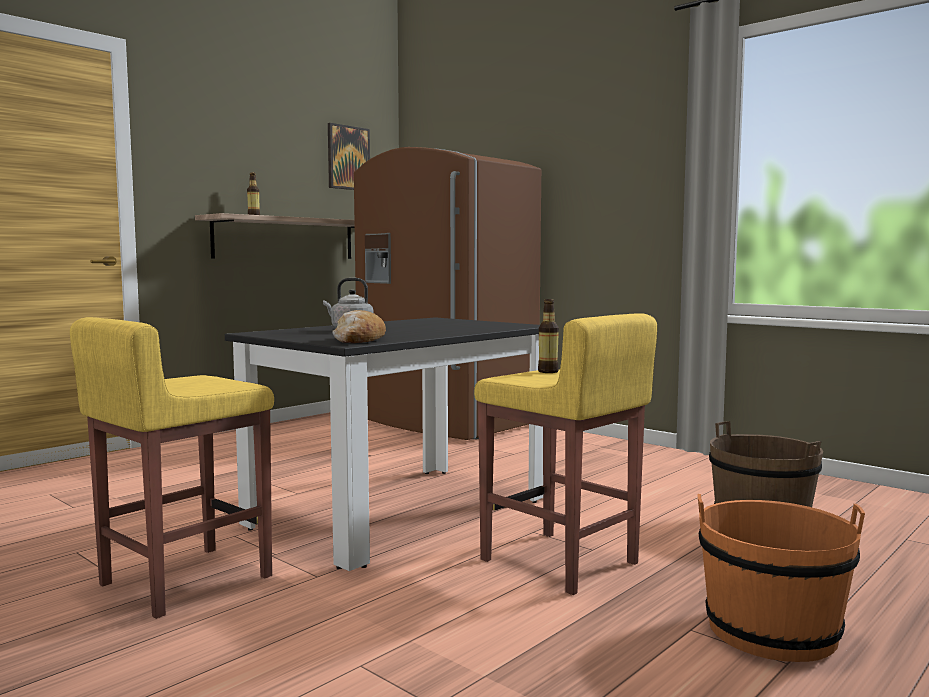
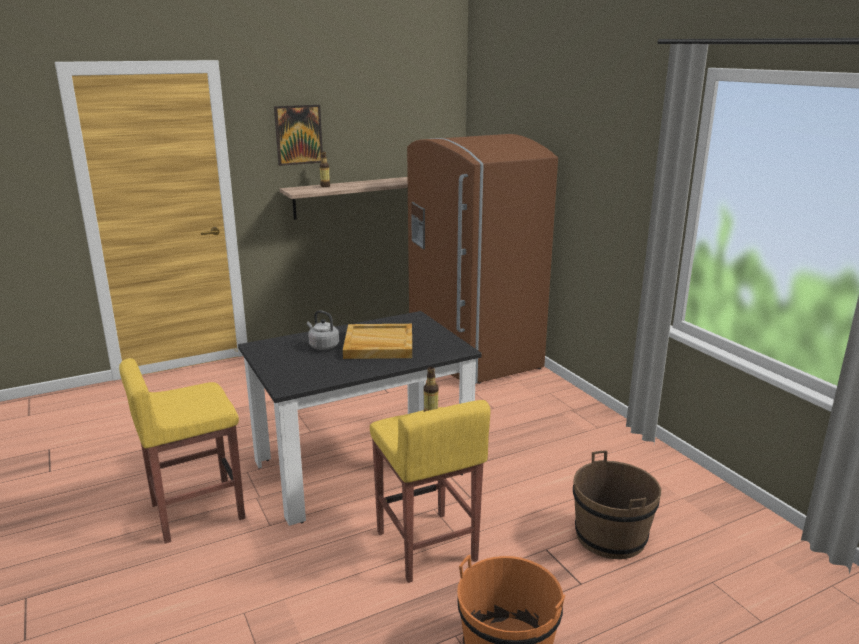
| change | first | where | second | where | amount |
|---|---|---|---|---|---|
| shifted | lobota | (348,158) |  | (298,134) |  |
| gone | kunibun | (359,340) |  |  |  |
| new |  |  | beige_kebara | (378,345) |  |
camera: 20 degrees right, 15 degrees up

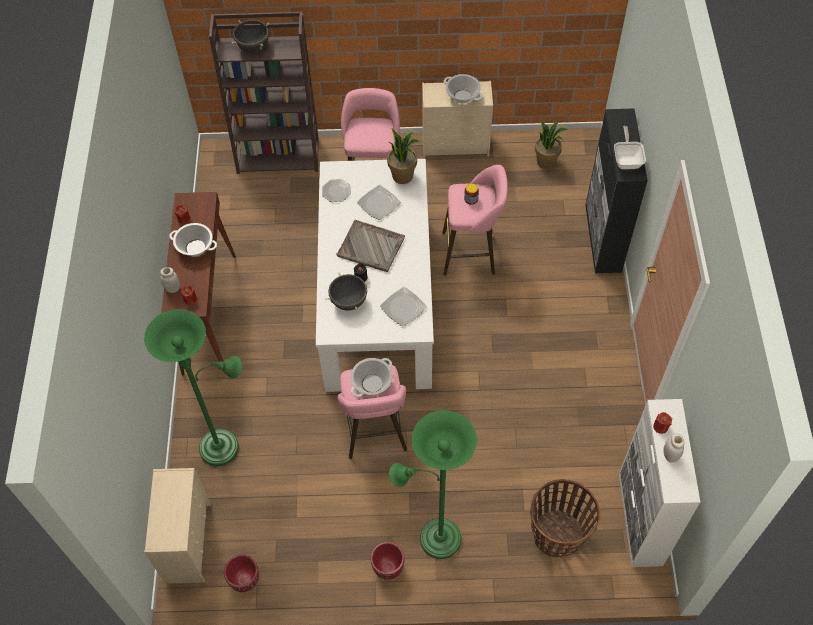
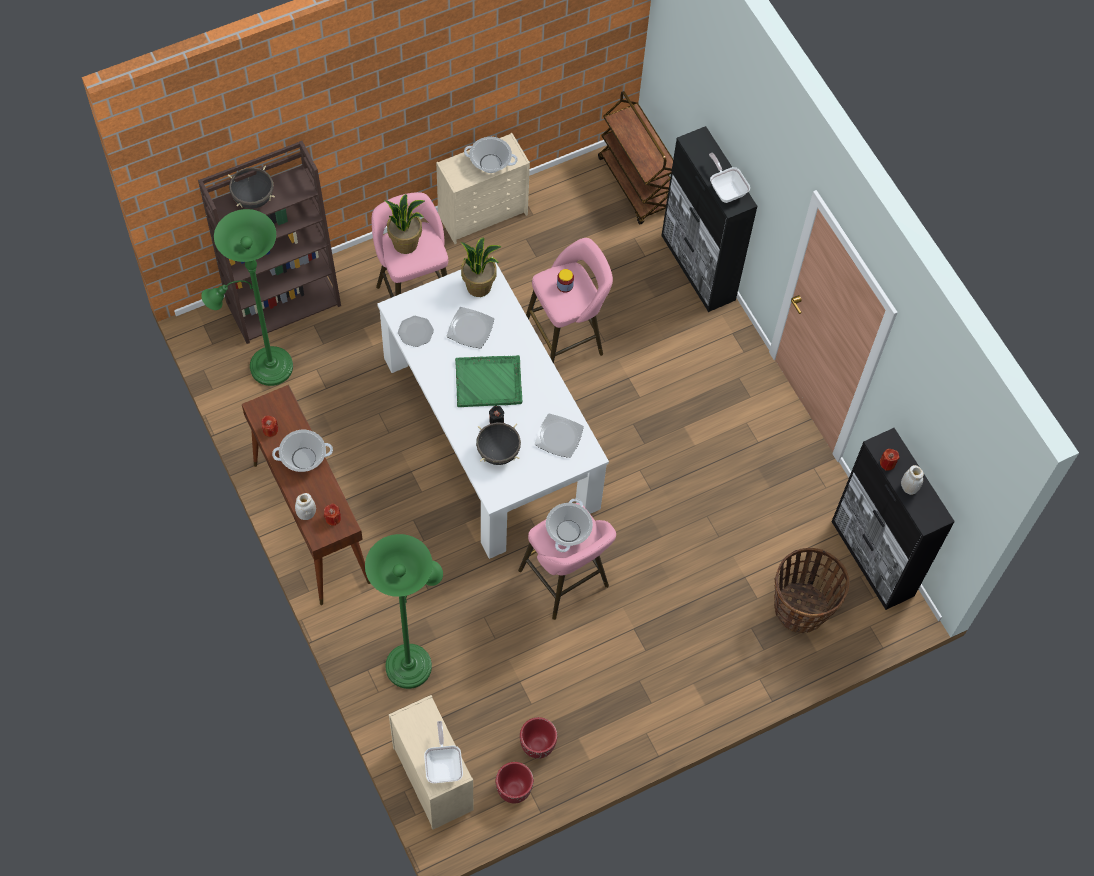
| change | first | where | second | where | amount |
|---|---|---|---|---|---|
| shifted | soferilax | (546,161) |  | (405,243) |  |
| repainted | grey_kebara | (371,247) | green_kebara | (489,382) |  |
| repainted | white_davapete | (640,519) | black_davapete | (872,559) |  |
| shifted | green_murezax | (434,537) |  | (265,368) |  |
| shifted | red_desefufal | (387,568) |  | (537,745) |  |
| new |  |  | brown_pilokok | (636,185) |  |
| new |  |  | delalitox | (443,764) |  |
camera: 30 degrees left, 5 degrees up

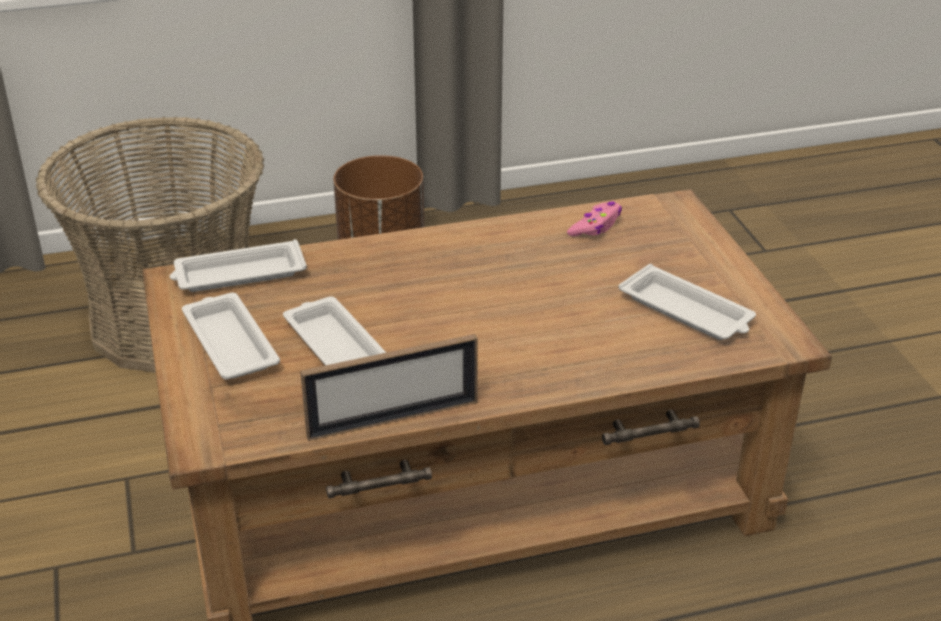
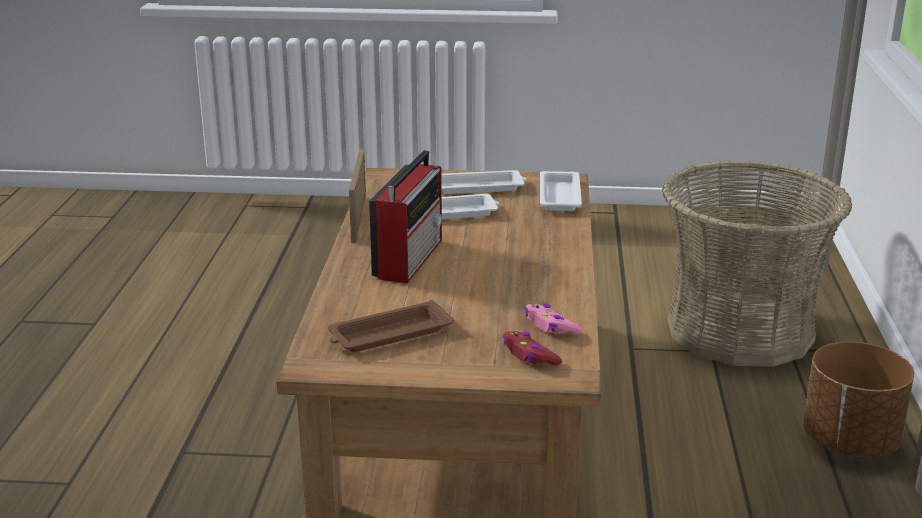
| change | first | where | second | where | amount |
|---|---|---|---|---|---|
| repainted | white_kebara | (687,312) | brown_kebara | (388,334) |  |
| new |  |  | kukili | (410,257) |  |
| new |  |  | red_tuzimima | (529,356) |  |
camera: 110 degrees right, 10 degrees down

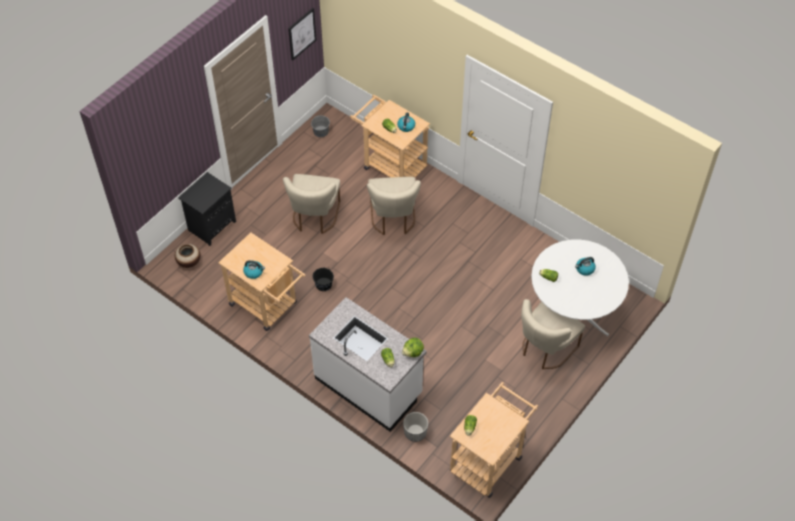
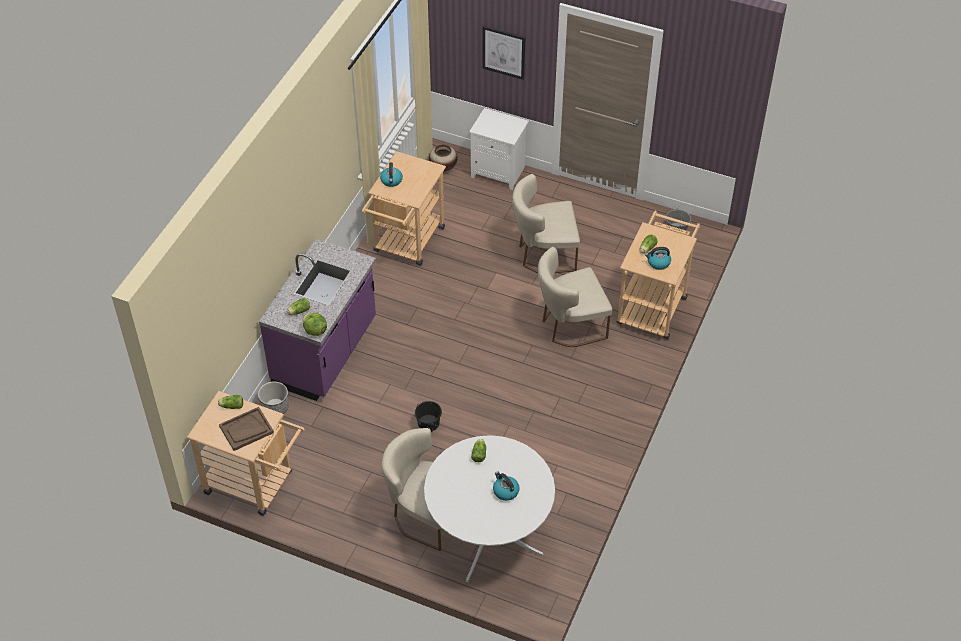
| change | first | where | second | where | amount |
|---|---|---|---|---|---|
| shifted | lobota | (301,33) |  | (504,52) |  |
| repainted | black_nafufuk | (211,225) | white_nafufuk | (499,172) |  |
| shifted | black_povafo | (323,284) |  | (428,423) |  |
| repainted | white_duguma | (369,386) | purple_duguma | (326,353) |  |
| new |  |  | brown_kebara | (246,430) |  |
camera: 75 degrees right, 5 degrees down

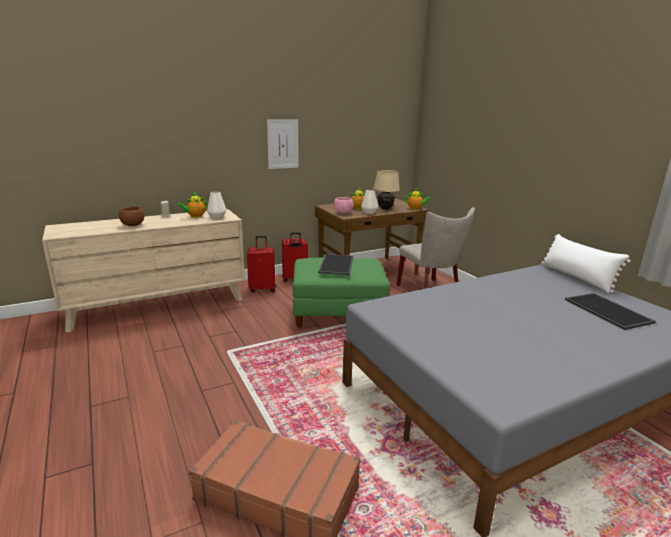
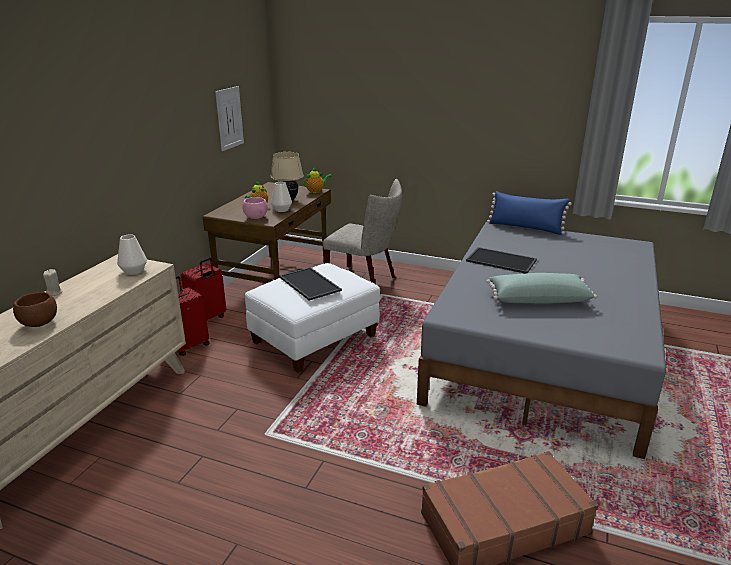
| change | first | where | second | where | amount |
|---|---|---|---|---|---|
| shifted | lobota | (283,144) |  | (229,118) |  |
| gone | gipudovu | (195,216) |  |  |  |
| repainted | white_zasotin | (576,278) | blue_zasotin | (525,227) |  |
| repainted | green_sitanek | (338,313) | white_sitanek | (314,339) |  |
| shifted | kebara | (609,311) |  | (502,260) |  |
| new |  |  | green_zasotin | (538,299) |  |
camera: 40 degrees left, 5 degrees up

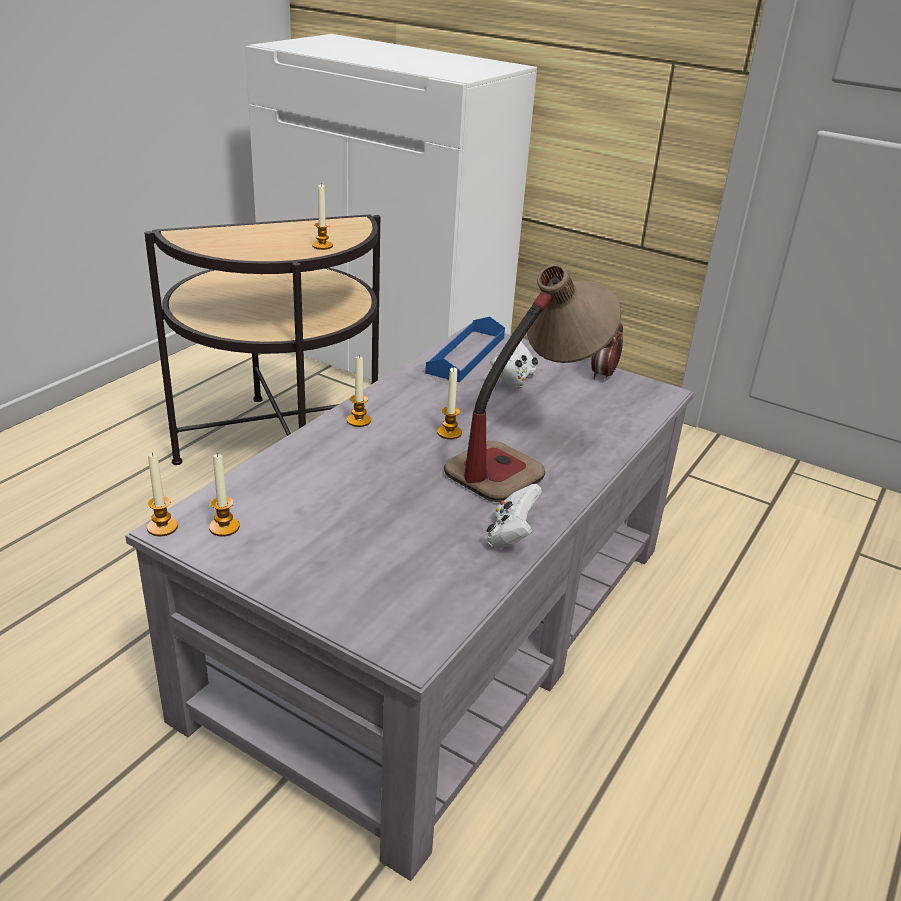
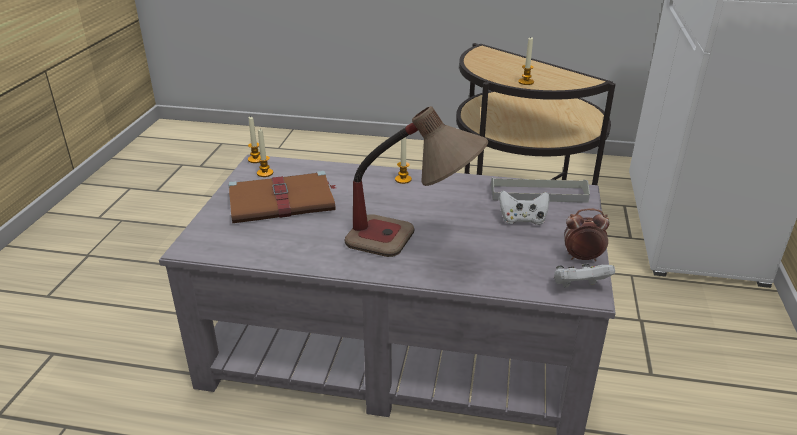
| change | first | where | second | where | amount |
|---|---|---|---|---|---|
| repainted | blue_kebara | (466,355) | grey_kebara | (538,194) |  |
| gone | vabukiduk | (449,433) |  |  |  |
| shifted | white_tuzimima | (511,535) |  | (578,287) |  |
| new |  |  | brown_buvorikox | (283,201) |  |
camera: 70 degrees right, 0 degrees up

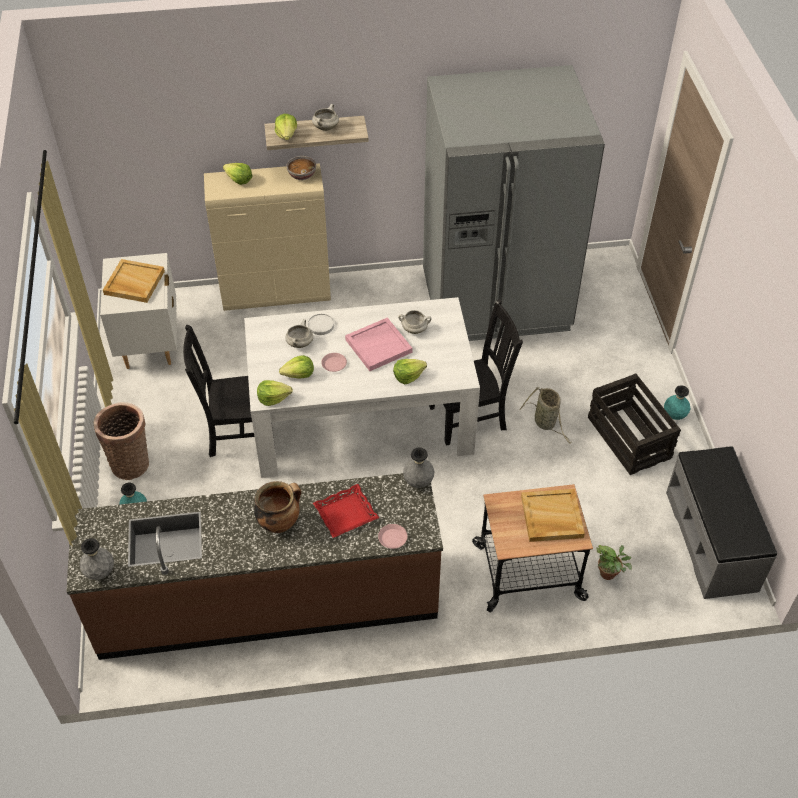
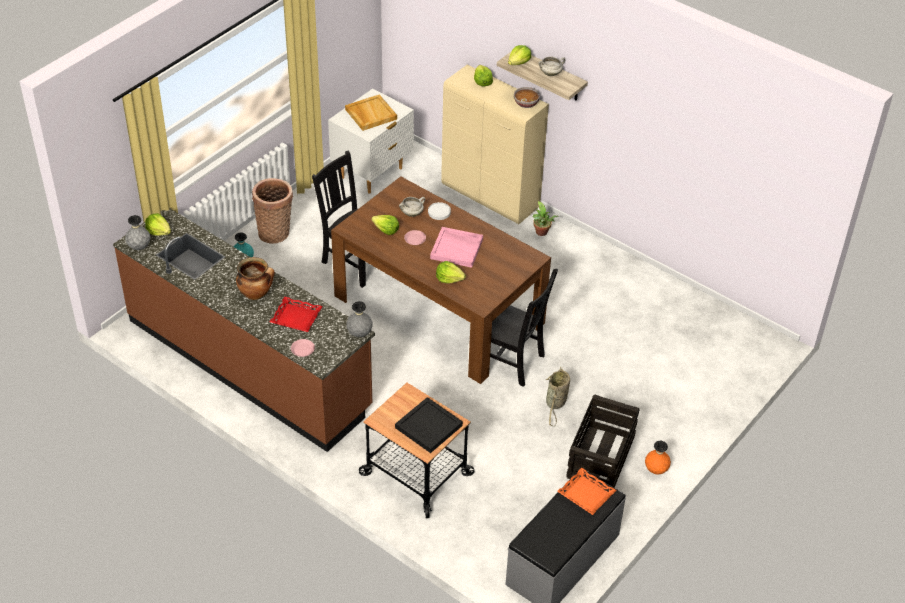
| change | first | where | second | where | amount |
|---|---|---|---|---|---|
| gone | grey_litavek | (495,299) |  |  |  |
| repainted | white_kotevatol | (361,419) | brown_kotevatol | (438,309) |  |
| gone | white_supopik | (415,329) |  |  |  |
| shifted | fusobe | (273,398) |  | (159,231) |  |
| repainted | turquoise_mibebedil | (674,415) | orange_mibebedil | (656,470) |  |
| repainted | beige_kebara | (551,517) | black_kebara | (428,426) |  |
| shifted | soferilax | (609,574) |  | (542,233) |  |
| new |  |  | orange_kebara | (586,494) |  |
camera: 45 degrees right, 5 degrees down

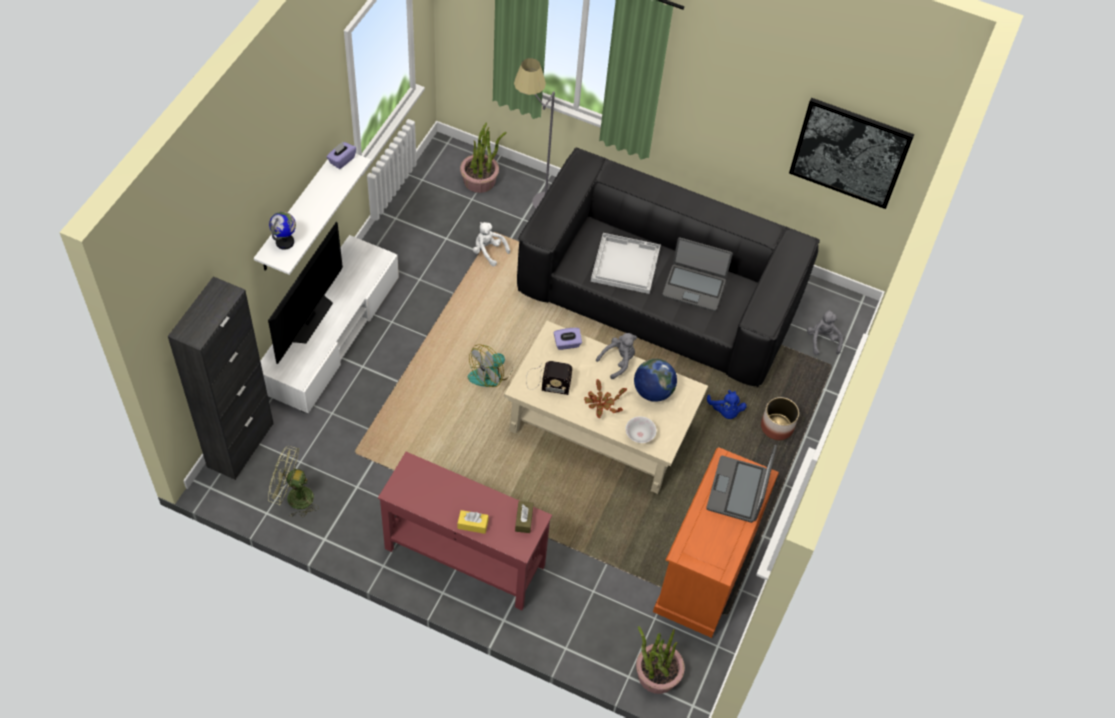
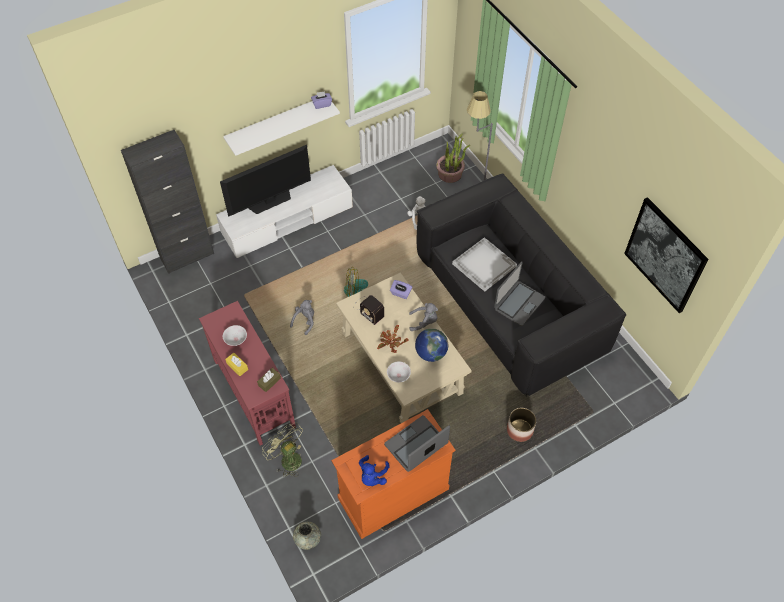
| change | first | where | second | where | amount |
|---|---|---|---|---|---|
| gone | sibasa | (285,242) |  |  |  |
| rotated | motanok | (694,287) |  | (518,303) | 105 degrees counterclockwise |
| shifted | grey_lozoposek | (822,341) |  | (305,321) |  |
| shifted | blue_lozoposek | (725,411) |  | (372,476) |  |
| shifted | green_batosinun | (293,497) |  | (287,458) |  |
| swapped | soferilax | (657,674) | grey_mibebedil | (307,538) |  |
| new |  |  | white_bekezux | (236,340) |  |
camera: 40 degrees right, 0 degrees up

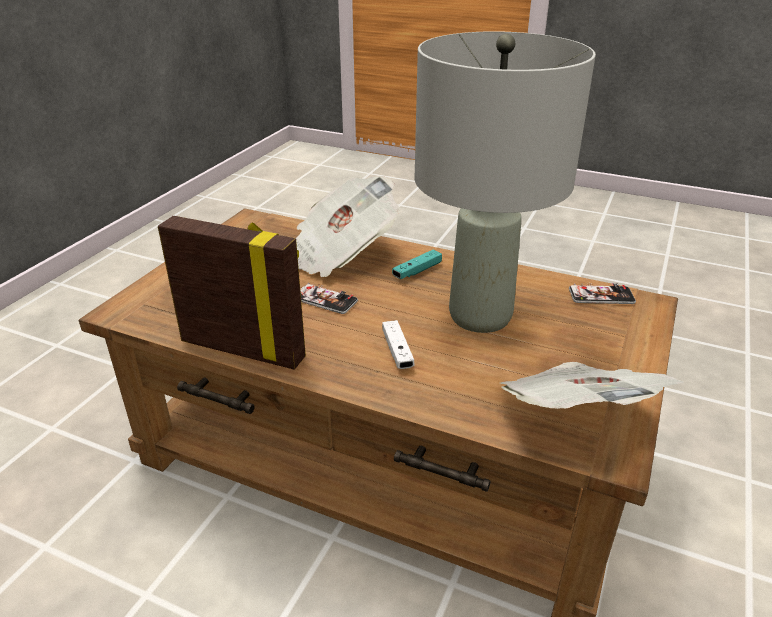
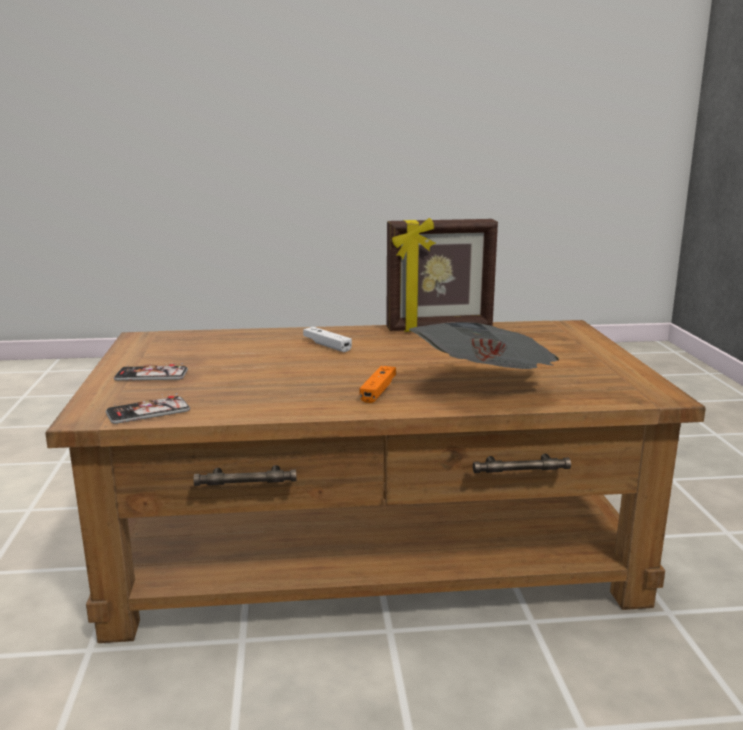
| change | first | where | second | where | amount |
|---|---|---|---|---|---|
| gone | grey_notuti | (479,316) |  |  |  |
| repainted | turquoise_tuzimima | (417,271) | orange_tuzimima | (378,391) |  |
| shifted | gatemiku | (325,300) |  | (151,375) |  |
| gone | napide | (576,416) |  |  |  |
camera: 150 degrees right, 15 degrees down

